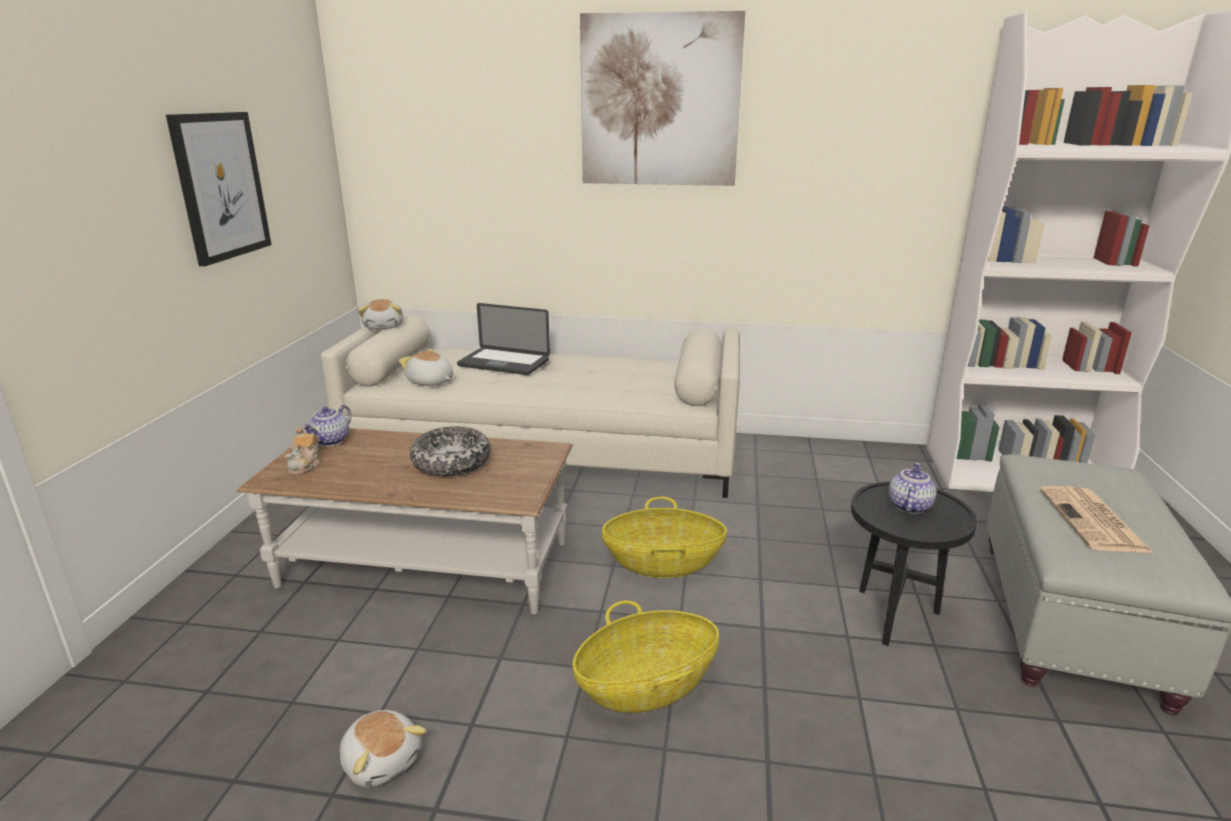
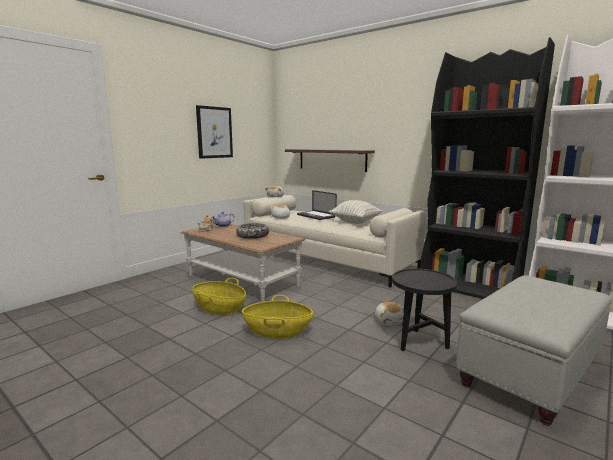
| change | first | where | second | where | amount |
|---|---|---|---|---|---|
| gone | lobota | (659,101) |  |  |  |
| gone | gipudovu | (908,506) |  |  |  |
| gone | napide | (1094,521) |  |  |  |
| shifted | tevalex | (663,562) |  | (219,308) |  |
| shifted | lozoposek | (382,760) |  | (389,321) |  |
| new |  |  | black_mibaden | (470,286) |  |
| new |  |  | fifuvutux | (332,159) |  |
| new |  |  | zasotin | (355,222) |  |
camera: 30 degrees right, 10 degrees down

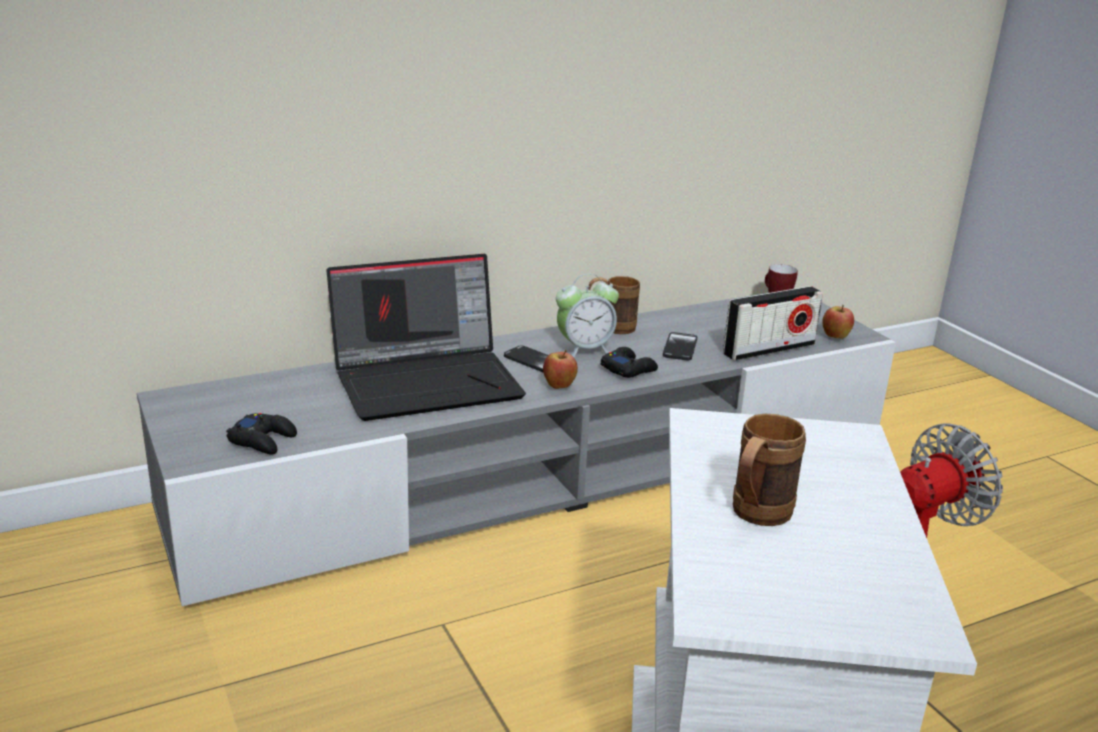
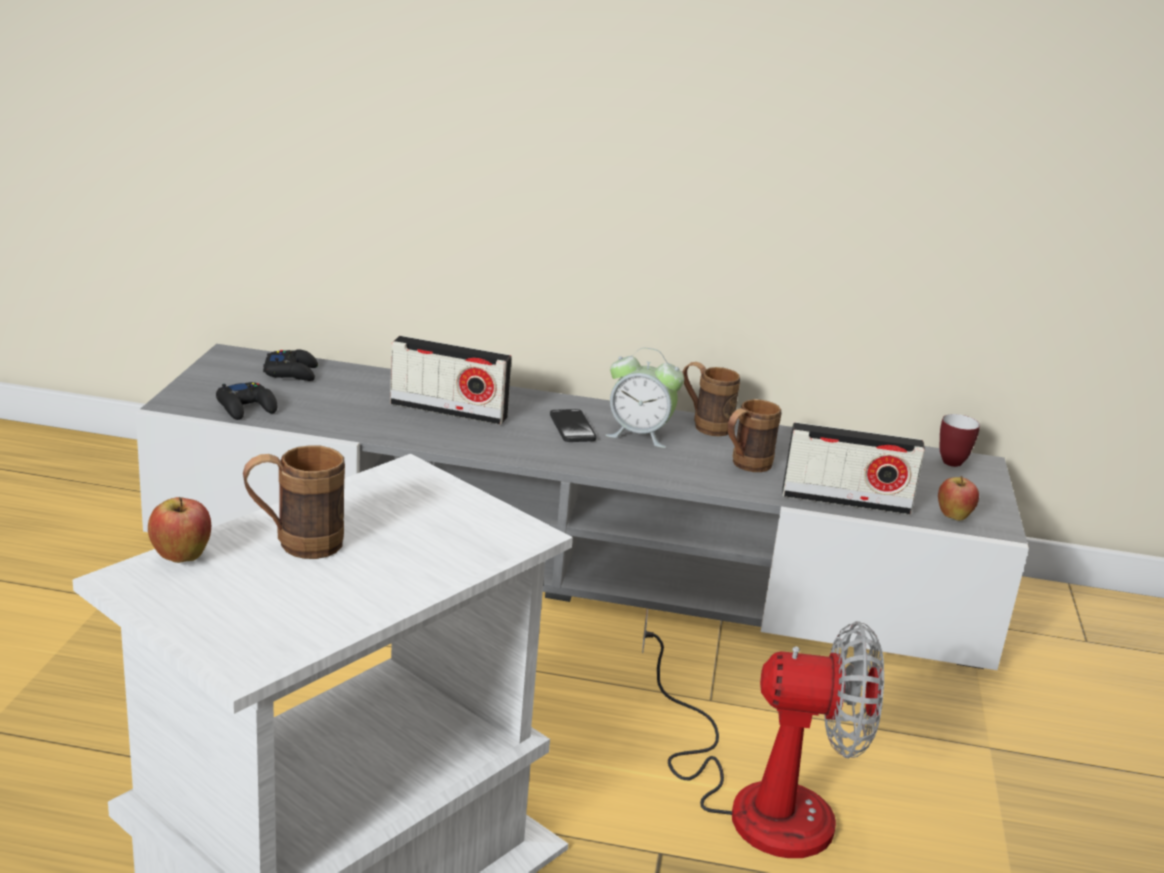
| change | first | where | second | where | amount |
|---|---|---|---|---|---|
| swapped | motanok | (428,381) | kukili | (448,411) |  |
| swapped | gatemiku | (680,348) | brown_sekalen | (744,466) |  |
| shifted | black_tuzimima | (628,369) |  | (291,372) |  |
| shifted | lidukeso | (559,387) |  | (181,559) |  |
camera: 35 degrees right, 0 degrees up

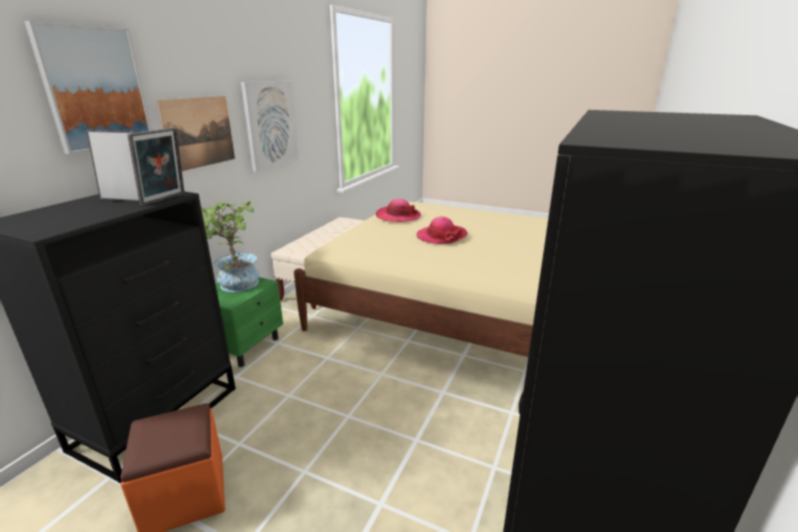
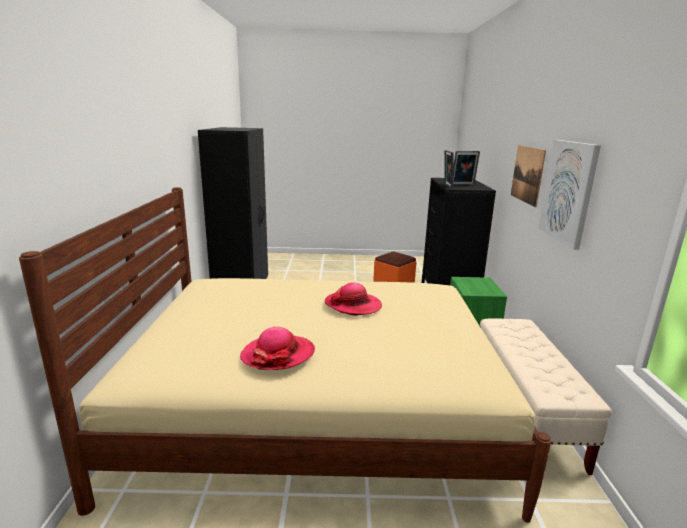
| change | first | where | second | where | amount |
|---|---|---|---|---|---|
| gone | lobota | (95,89) |  |  |  |
| shifted | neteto | (398,216) |  | (278,355) |  |
| gone | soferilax | (236,286) |  |  |  |
camera: 155 degrees right, 5 degrees down

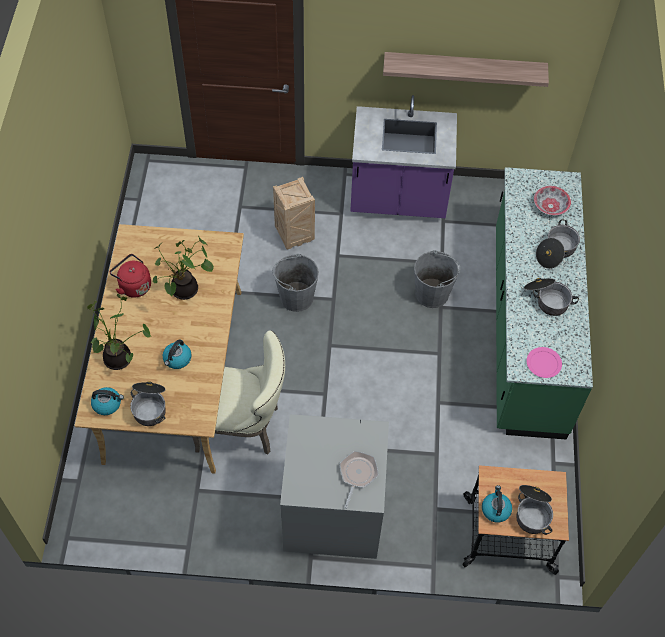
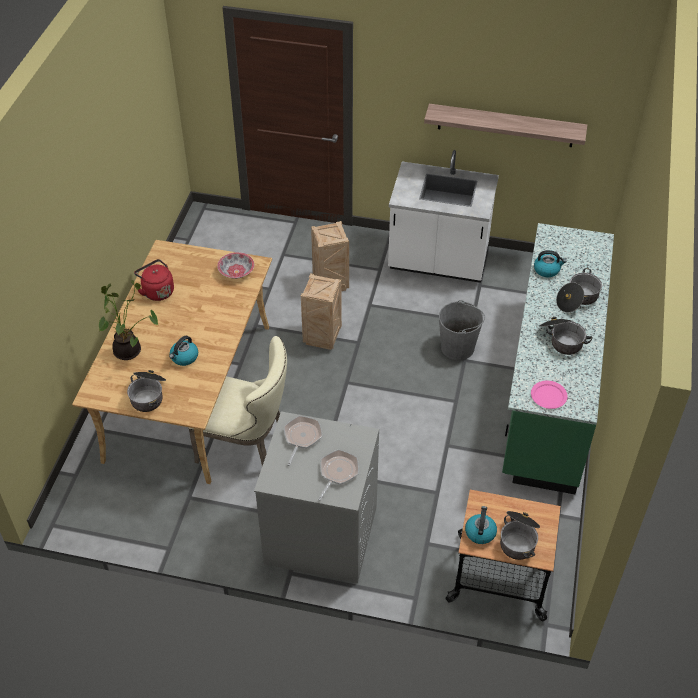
| change | first | where | second | where | amount |
|---|---|---|---|---|---|
| repainted | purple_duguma | (398,200) | white_duguma | (438,263) |  |
| shifted | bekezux | (550,206) |  | (236,271) |  |
| gone | soferilax | (185,292) |  |  |  |
| swapped | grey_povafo | (296,297) | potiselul | (322,337) |  |
| shifted | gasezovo | (107,404) |  | (547,270) |  |
| new |  |  | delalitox | (301,438) |  |
camera: 10 degrees right, 10 degrees down

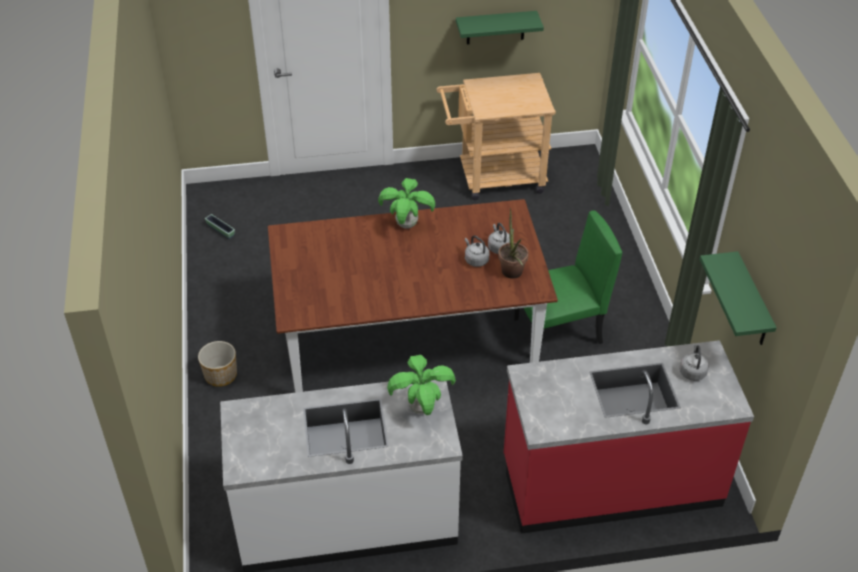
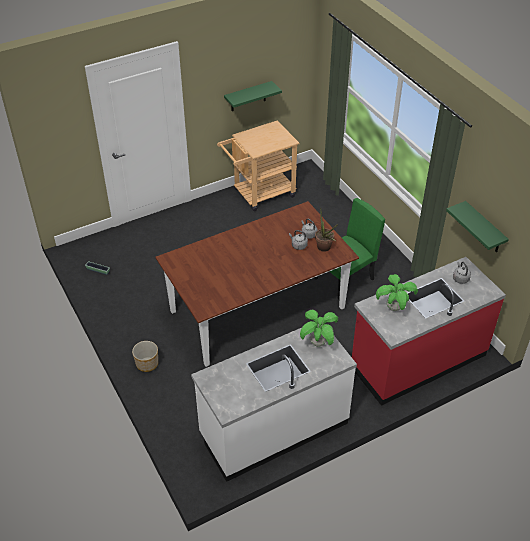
| change | first | where | second | where | amount |
|---|---|---|---|---|---|
| shifted | soferilax | (406,225) |  | (393,308) |  |
camera: 20 degrees left, 0 degrees up

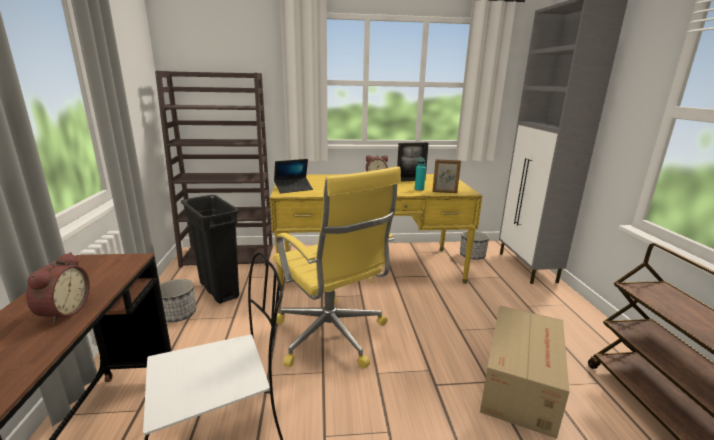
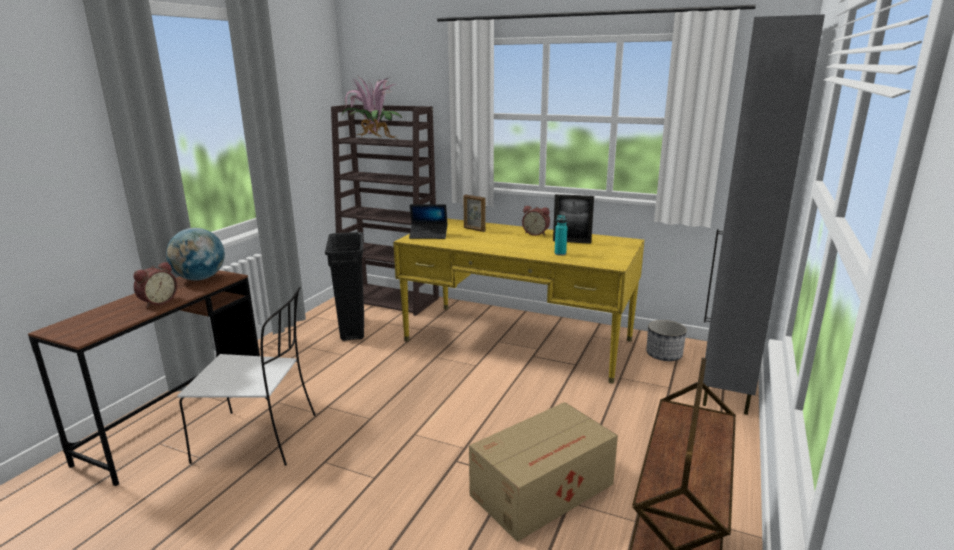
| change | first | where | second | where | amount |
|---|---|---|---|---|---|
| shifted | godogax | (444,192) |  | (474,229) |  |
| gone | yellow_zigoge | (332,336) |  |  |  |
| gone | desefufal | (178,314) |  |  |  |
| new |  |  | soferilax | (373,141) |  |
| new |  |  | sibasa | (200,278) |  |
camera: 30 degrees right, 0 degrees up

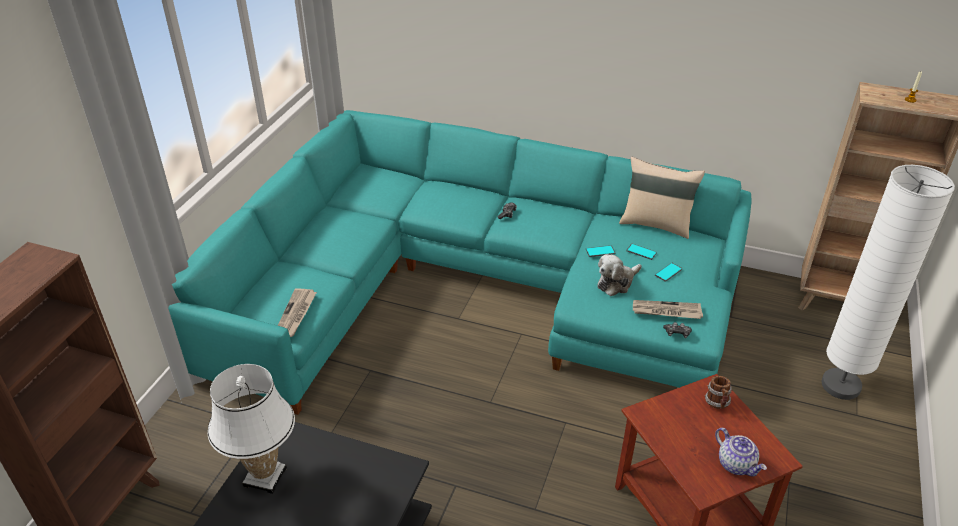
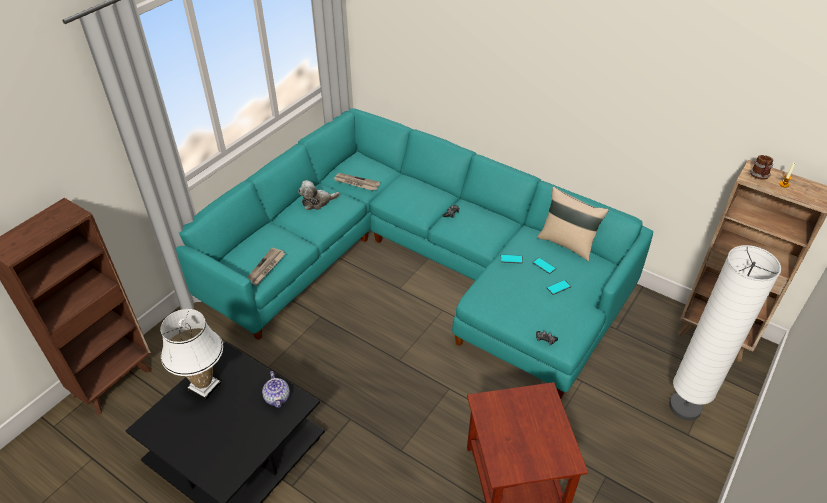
| change | first | where | second | where | amount |
|---|---|---|---|---|---|
| shifted | lozoposek | (616,283) |  | (317,202) |  |
| shifted | napide | (666,311) |  | (356,183) |  |
| shifted | sekalen | (717,403) |  | (759,177) |  |
| shifted | gipudovu | (736,464) |  | (277,397) |  |
camera: 15 degrees right, 5 degrees up

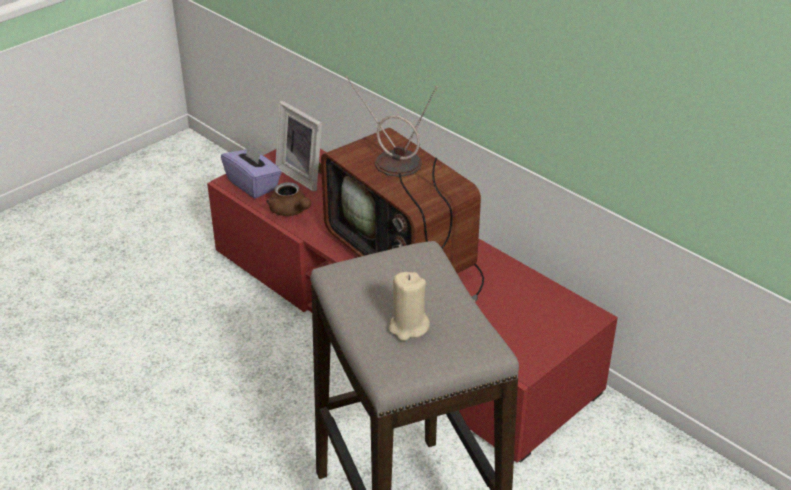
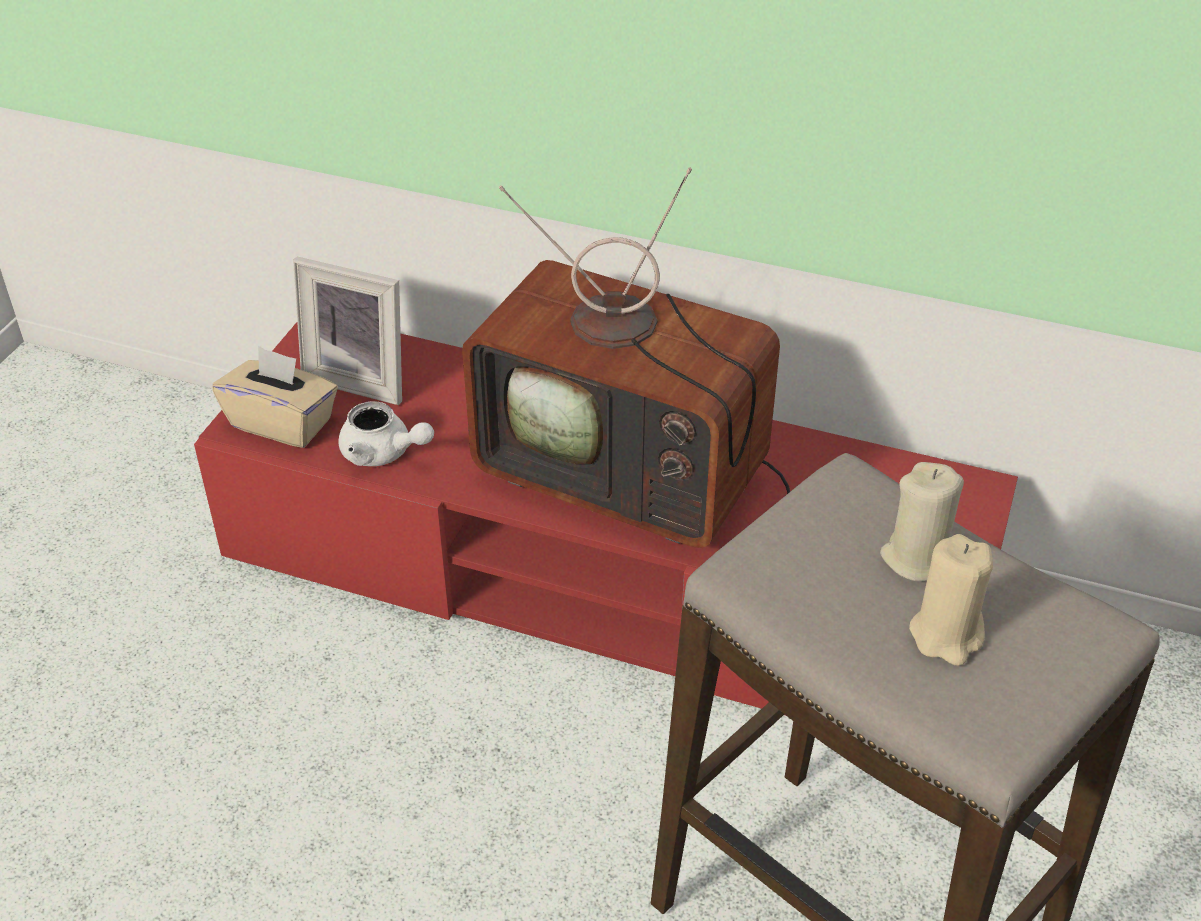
| change | first | where | second | where | amount |
|---|---|---|---|---|---|
| repainted | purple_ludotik | (253,184) | beige_ludotik | (282,423) |  |
| repainted | brown_gipudovu | (290,211) | white_gipudovu | (383,453) |  |
| new |  |  | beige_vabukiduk | (919,558) |  |
camera: 25 degrees left, 5 degrees up

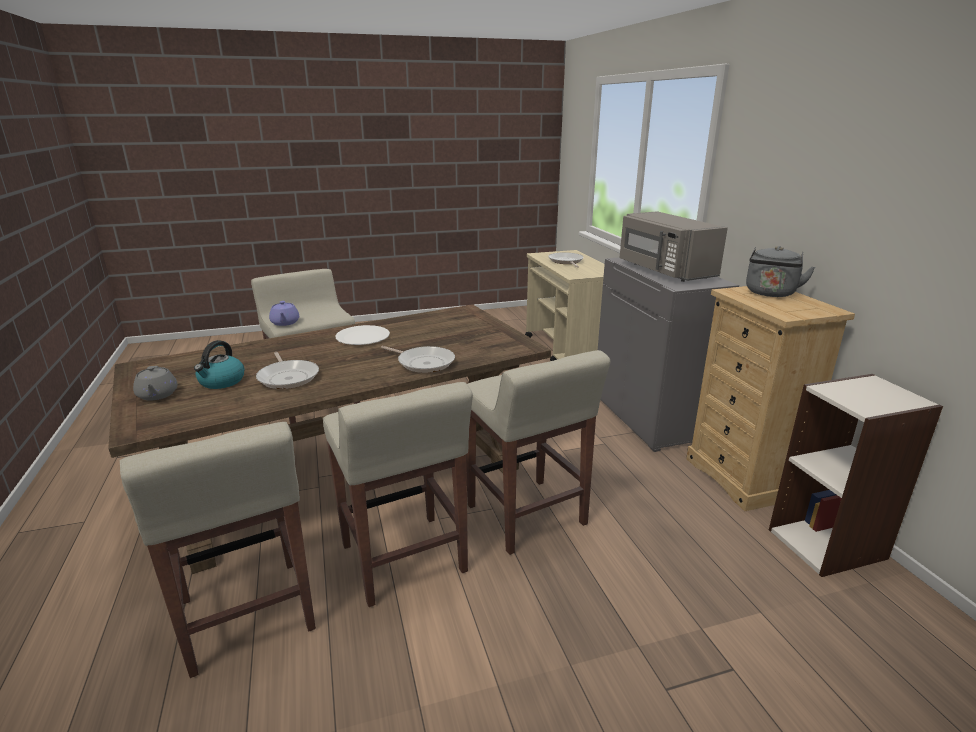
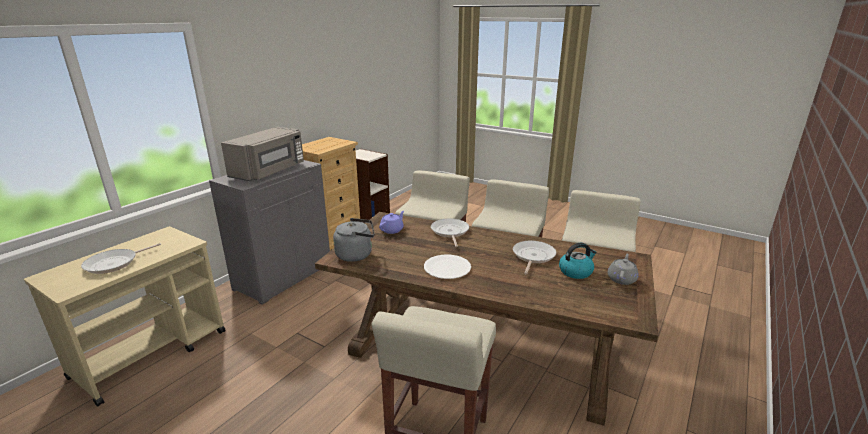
| change | first | where | second | where | amount |
|---|---|---|---|---|---|
| shifted | grey_gasezovo | (770,293) |  | (356,254) |  |
| shifted | purple_gipudovu | (285,323) |  | (392,230) |  |
camera: 130 degrees left, 0 degrees up

